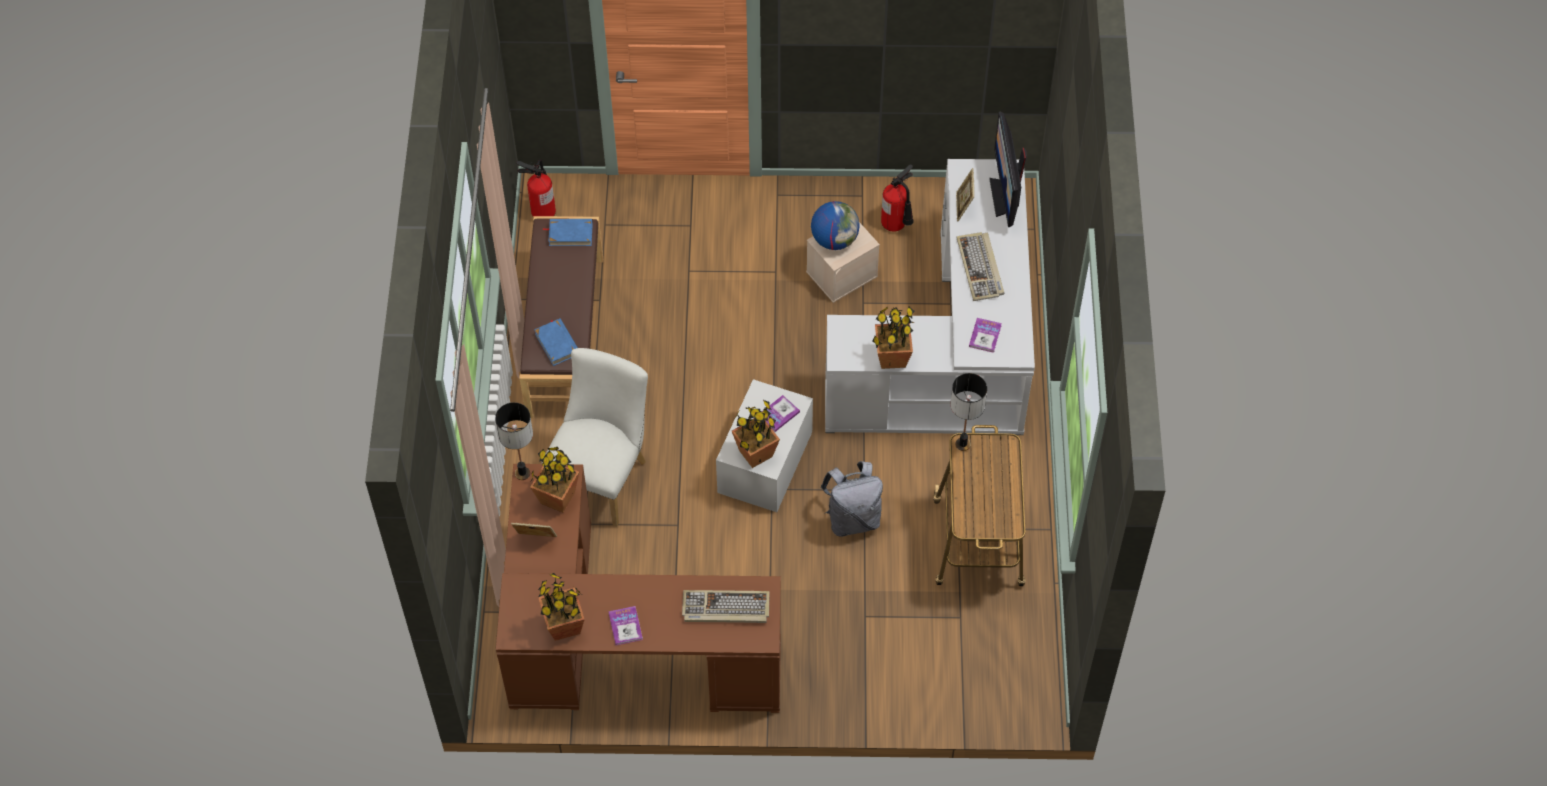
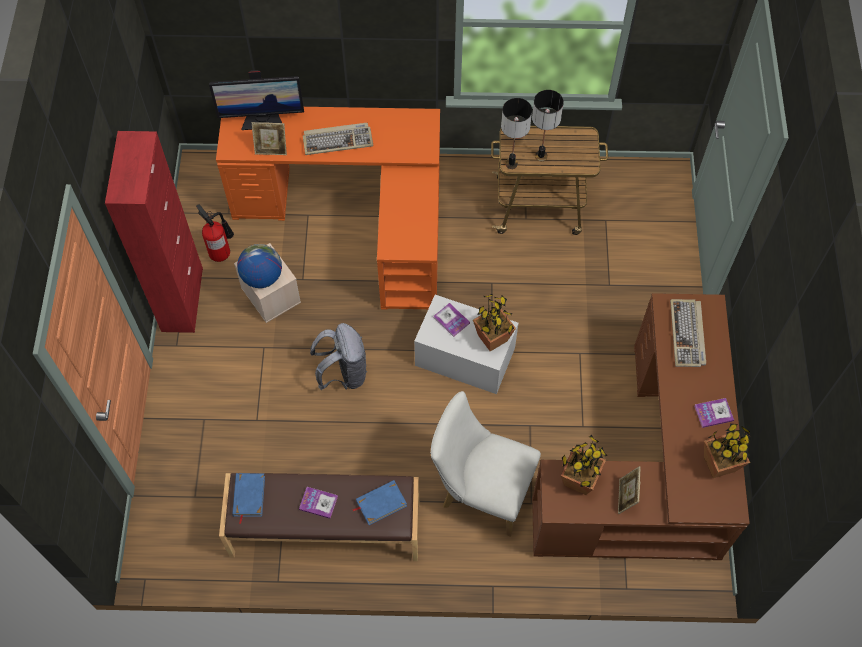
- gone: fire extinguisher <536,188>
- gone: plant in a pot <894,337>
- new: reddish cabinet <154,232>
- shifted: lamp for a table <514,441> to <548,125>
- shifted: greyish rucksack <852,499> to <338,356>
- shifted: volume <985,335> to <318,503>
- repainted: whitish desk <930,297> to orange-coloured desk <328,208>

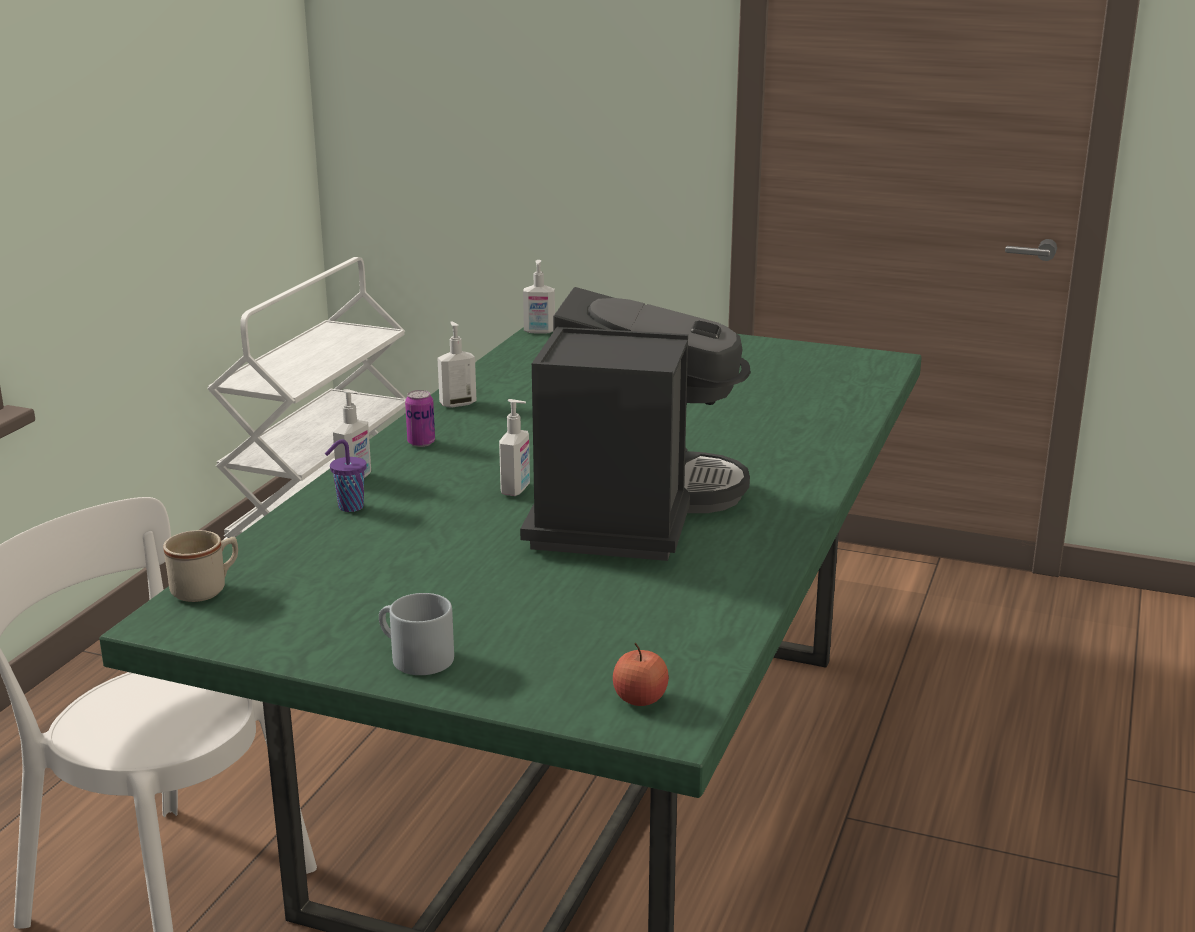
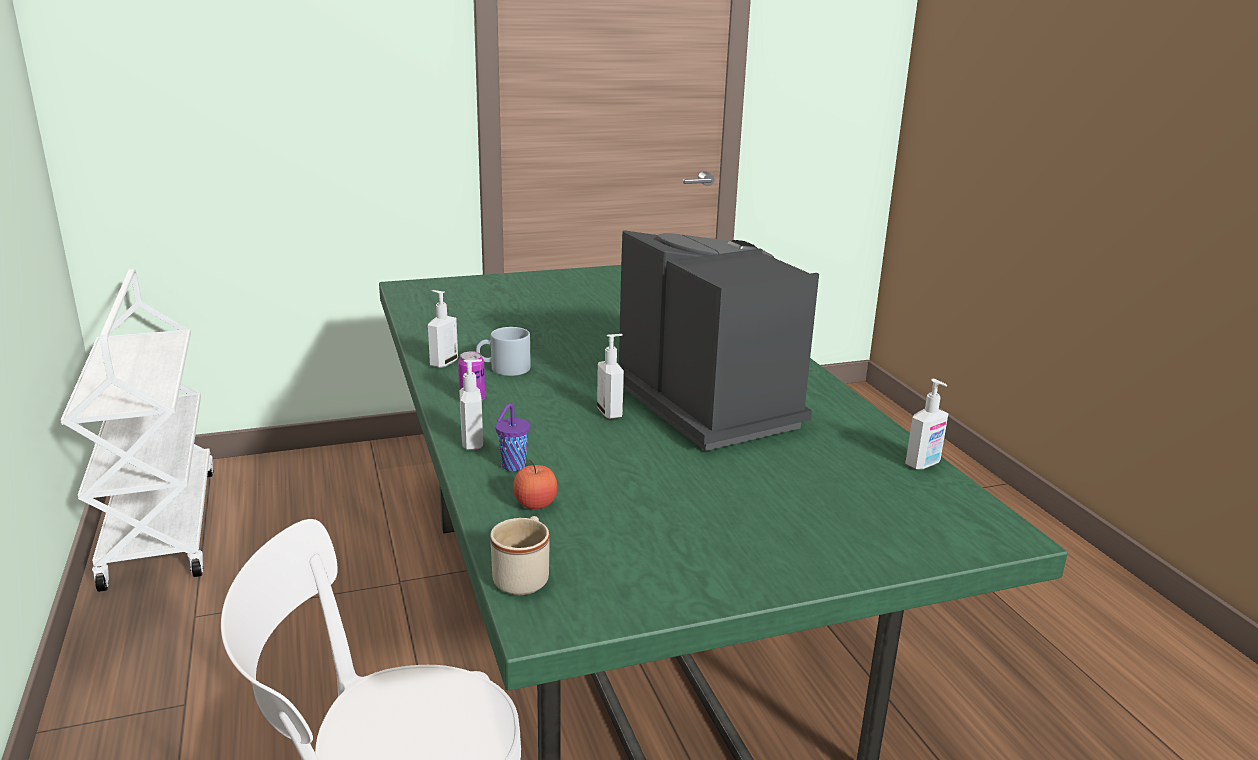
- shifted: greyish mug <416,634> to <503,351>
- shifted: soap bottle <539,297> to <927,424>
- shifted: apple fruit <641,674> to <535,484>

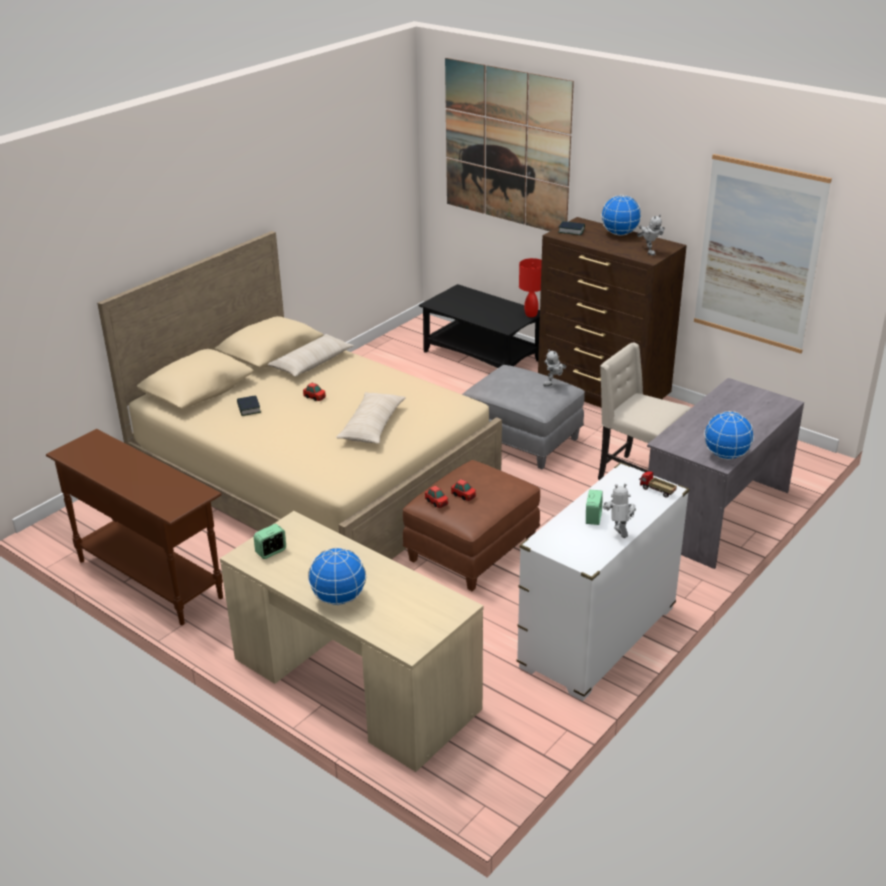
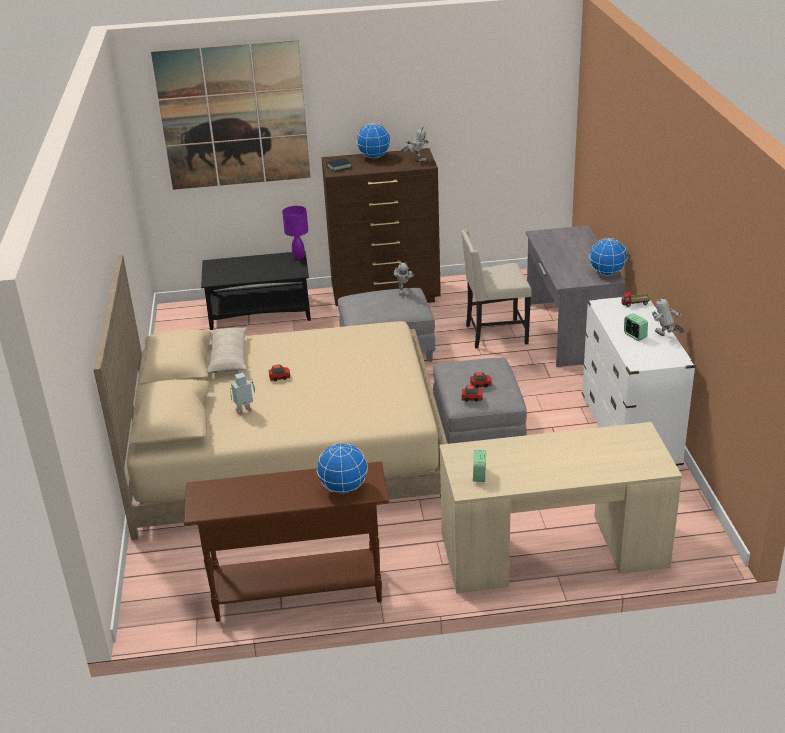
- gone: beige cushion <371,418>
- gone: wall picture <763,253>
- shifted: globe <337,576> to <342,468>
- swapped: volume <249,405> to robot figure <242,393>
- repainted: brown-coloured ottoman <471,525> to greyish ottoman <480,401>
- repainted: reddish lamp for a table <530,287> to purplish lamp for a table <295,232>

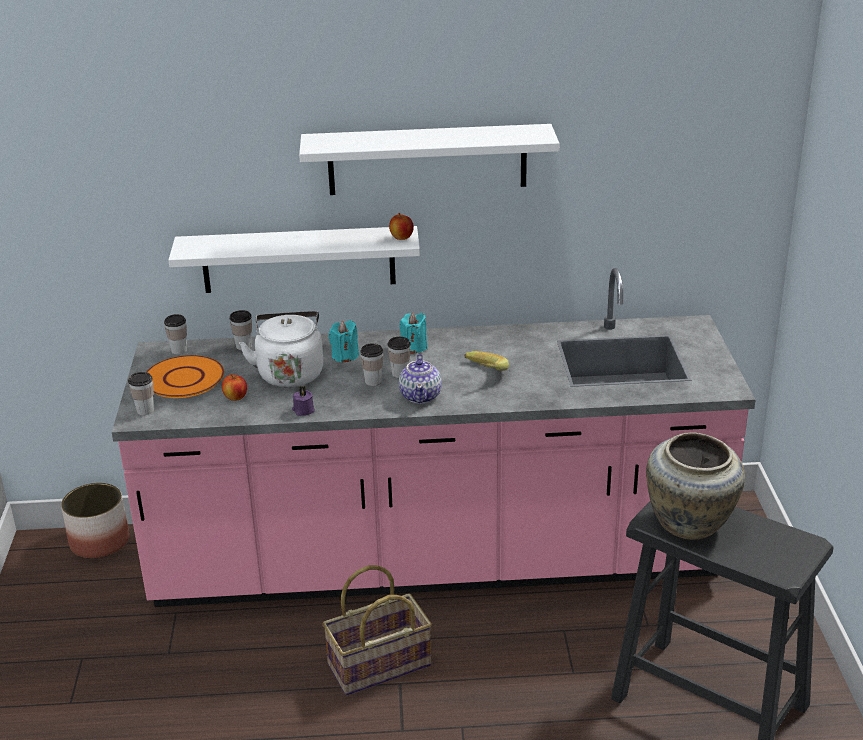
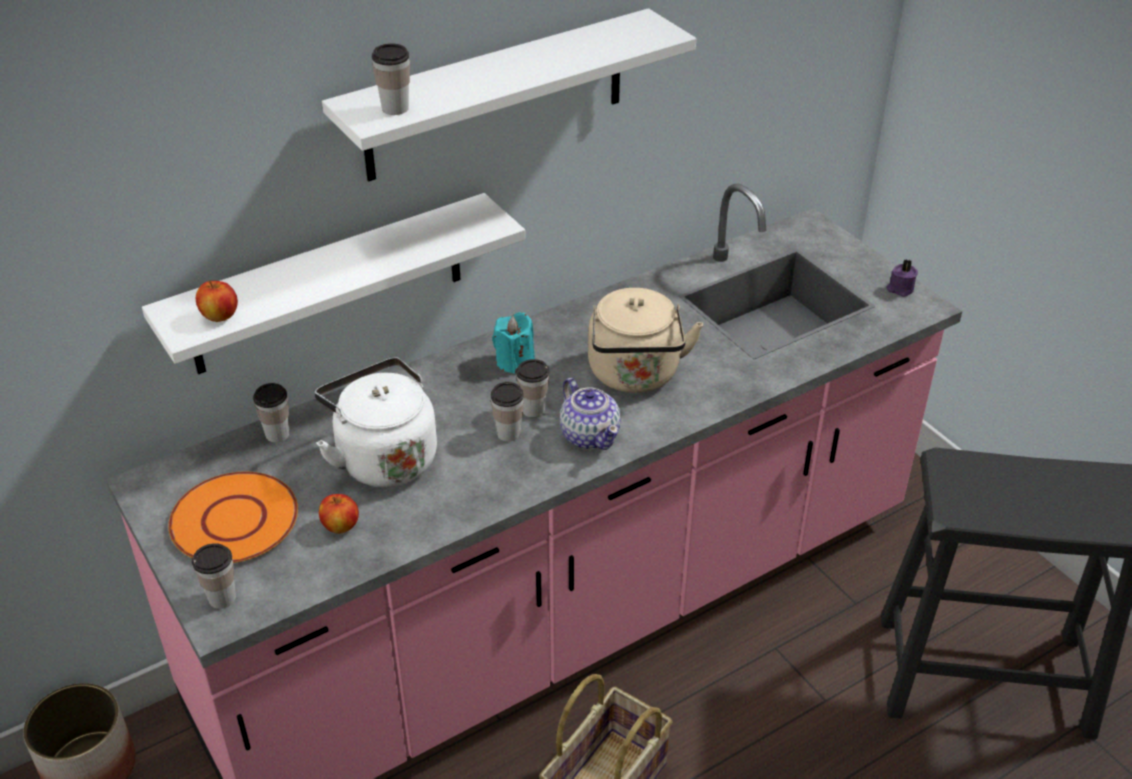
- gone: turquoise candle <344,341>
- gone: beige flower vase <695,486>
- shifted: small cup <175,334> to <391,79>
- shifted: purplish candle <303,401> to <902,278>
- shifted: apple fruit <401,226> to <217,301>
- swapped: whole banana <486,361> to beige tea kettle <645,340>

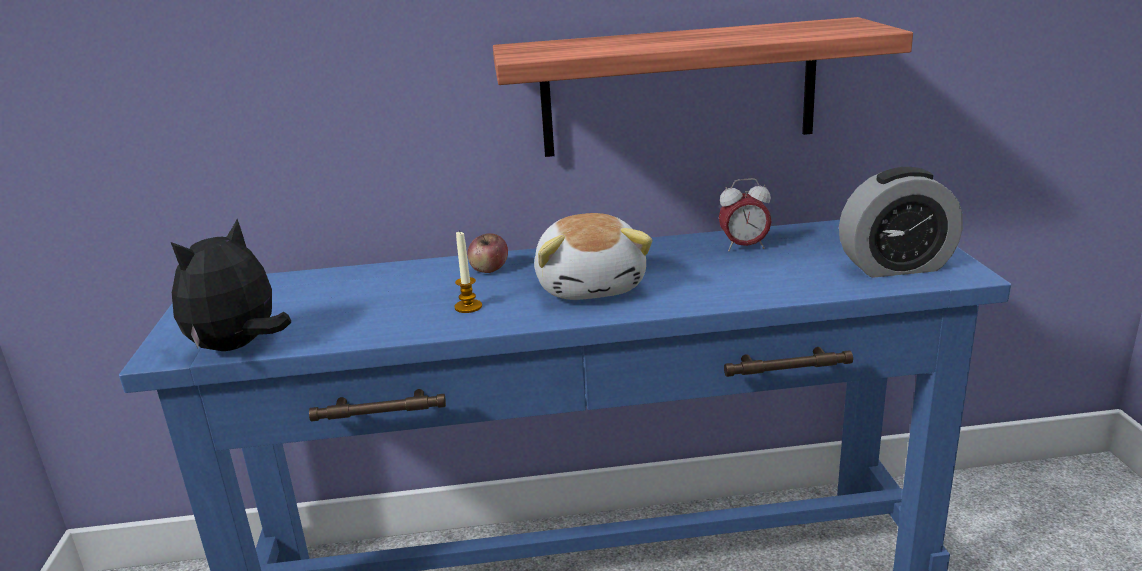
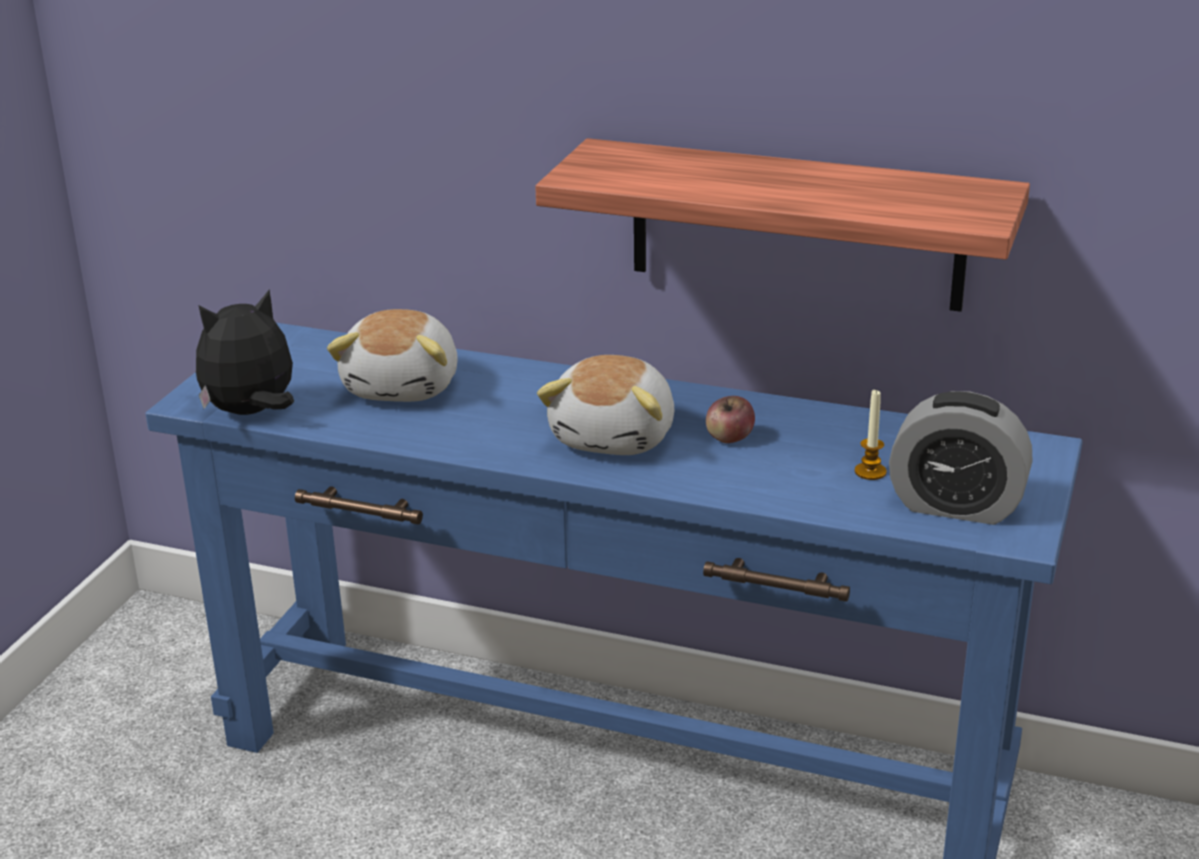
- gone: table clock <745,215>
- new: cuddly toy <392,355>
- shifted: candle <468,271> to <871,434>
- shifted: apple fruit <487,253> to <730,419>

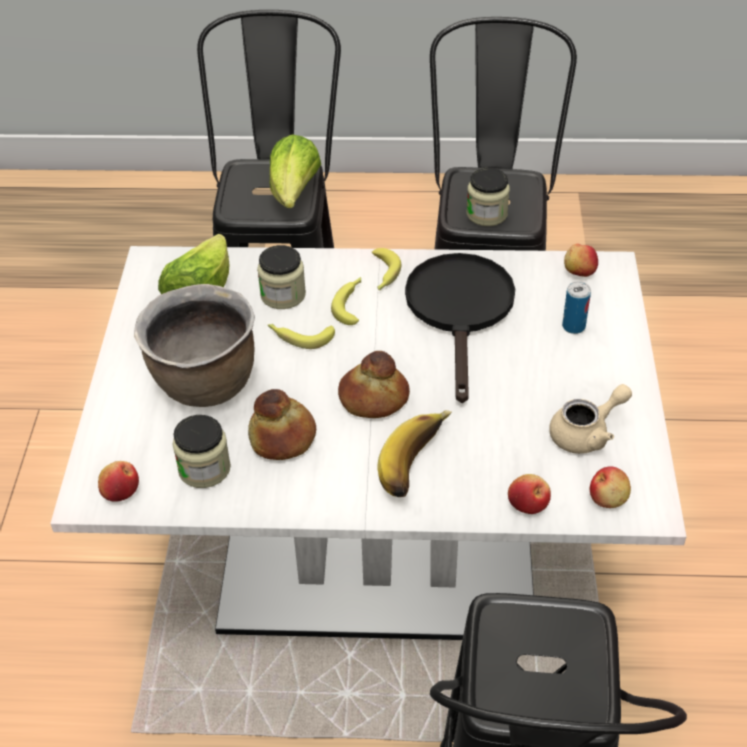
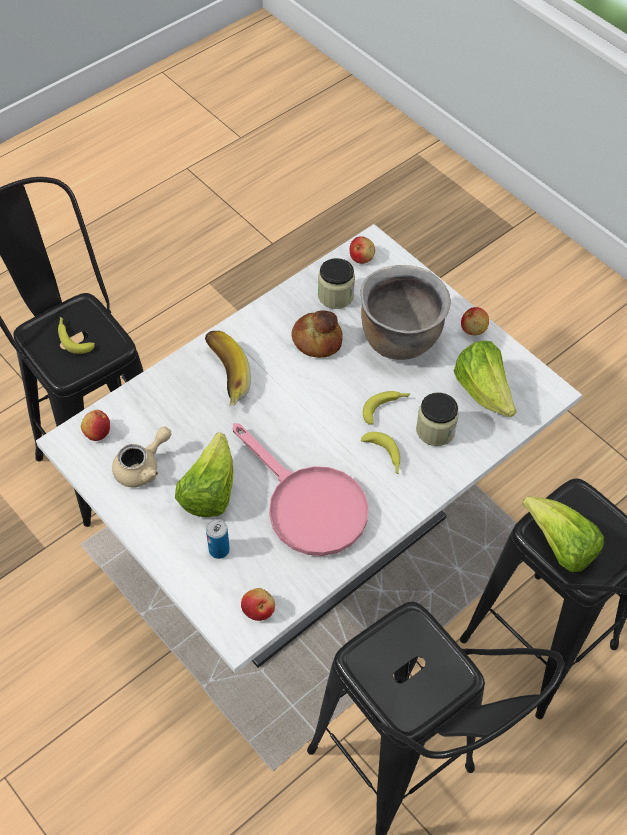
- gone: bakery bread <374,384>
- gone: storage jar <488,197>
- new: lettuce <204,474>
- shifted: whole banana <386,269> to <76,335>
- shifted: apple fruit <529,494> to <475,321>
- repainted: black skillet <460,328> to pink-coloured skillet <300,489>
- rotated: beige teapot <590,419> = <141,457> 150 degrees counterclockwise

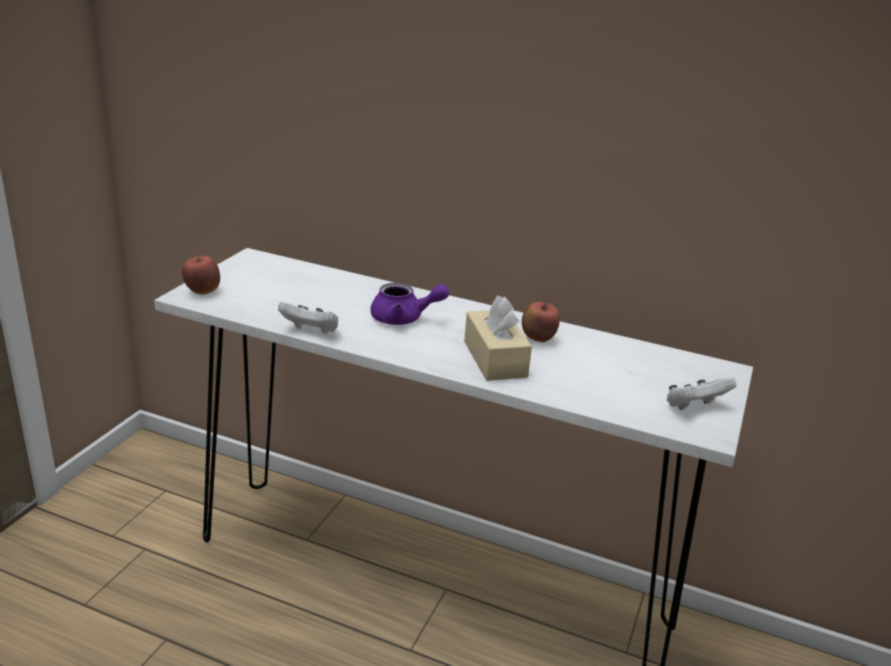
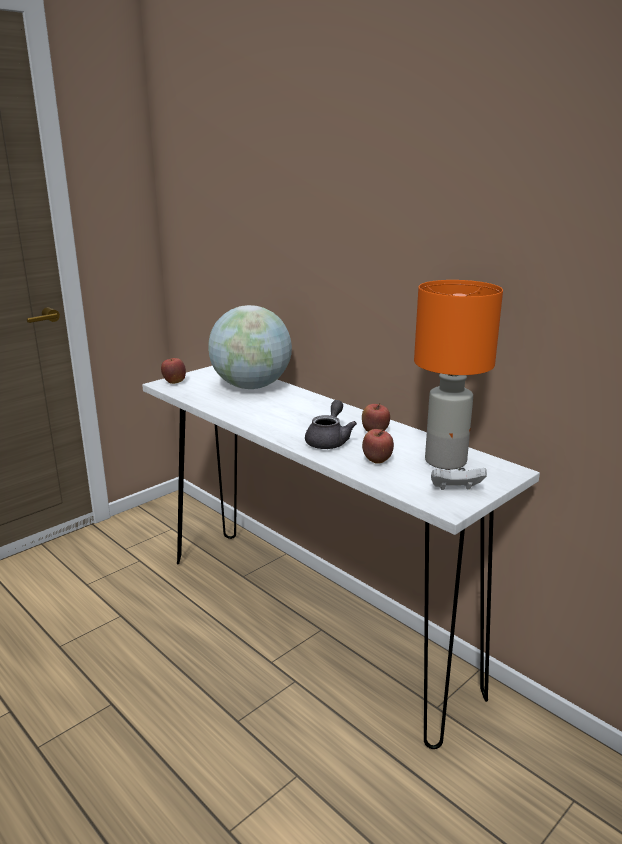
- gone: whitish gamepad <308,318>
- gone: purplish teapot <409,304>
- new: globe <250,347>
- new: apple fruit <378,446>
- new: orange-coloured lamp for a table <458,375>
- swapped: beige tissue box <498,338> to greyish teapot <331,424>

